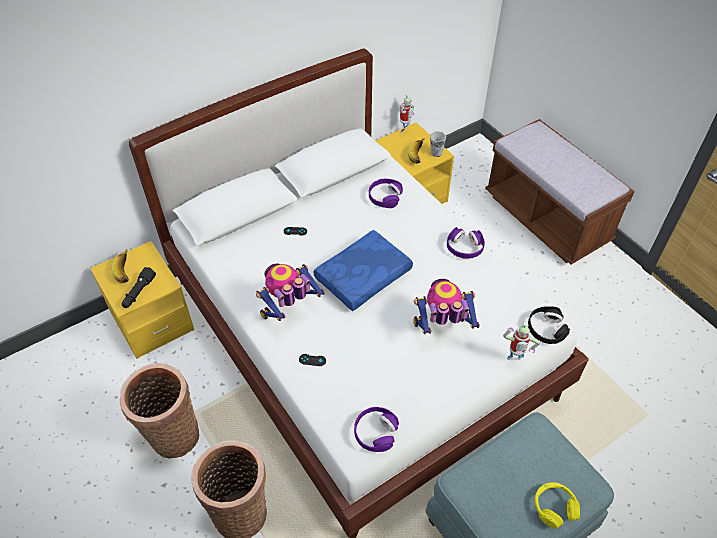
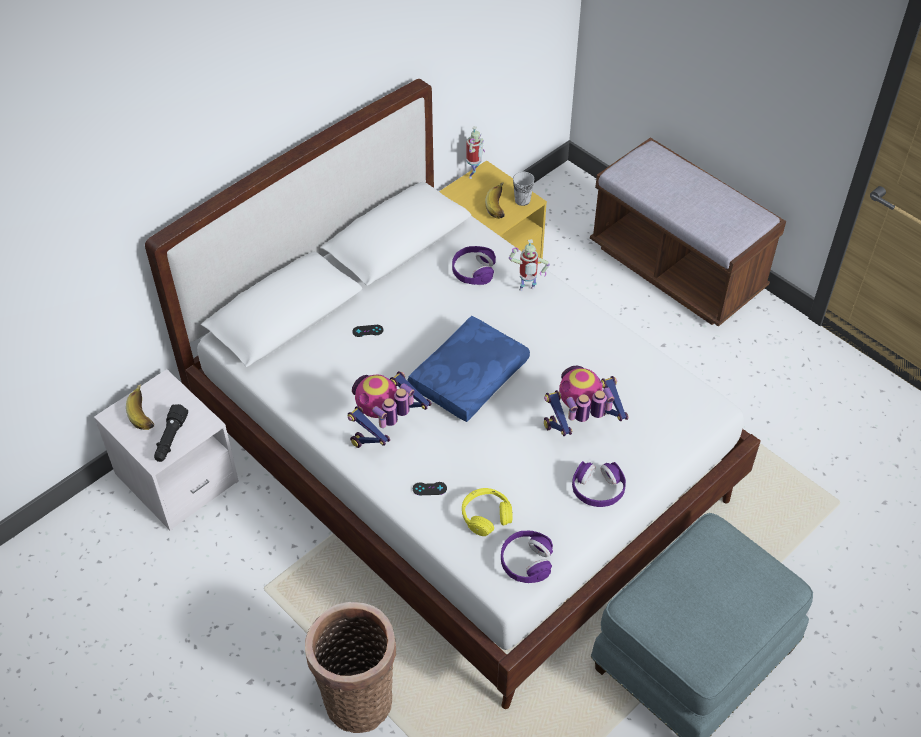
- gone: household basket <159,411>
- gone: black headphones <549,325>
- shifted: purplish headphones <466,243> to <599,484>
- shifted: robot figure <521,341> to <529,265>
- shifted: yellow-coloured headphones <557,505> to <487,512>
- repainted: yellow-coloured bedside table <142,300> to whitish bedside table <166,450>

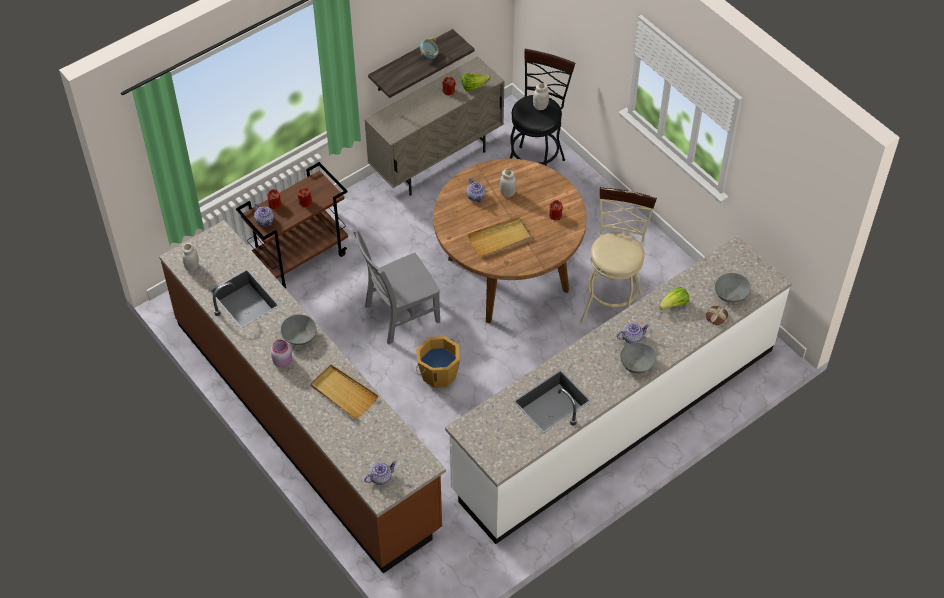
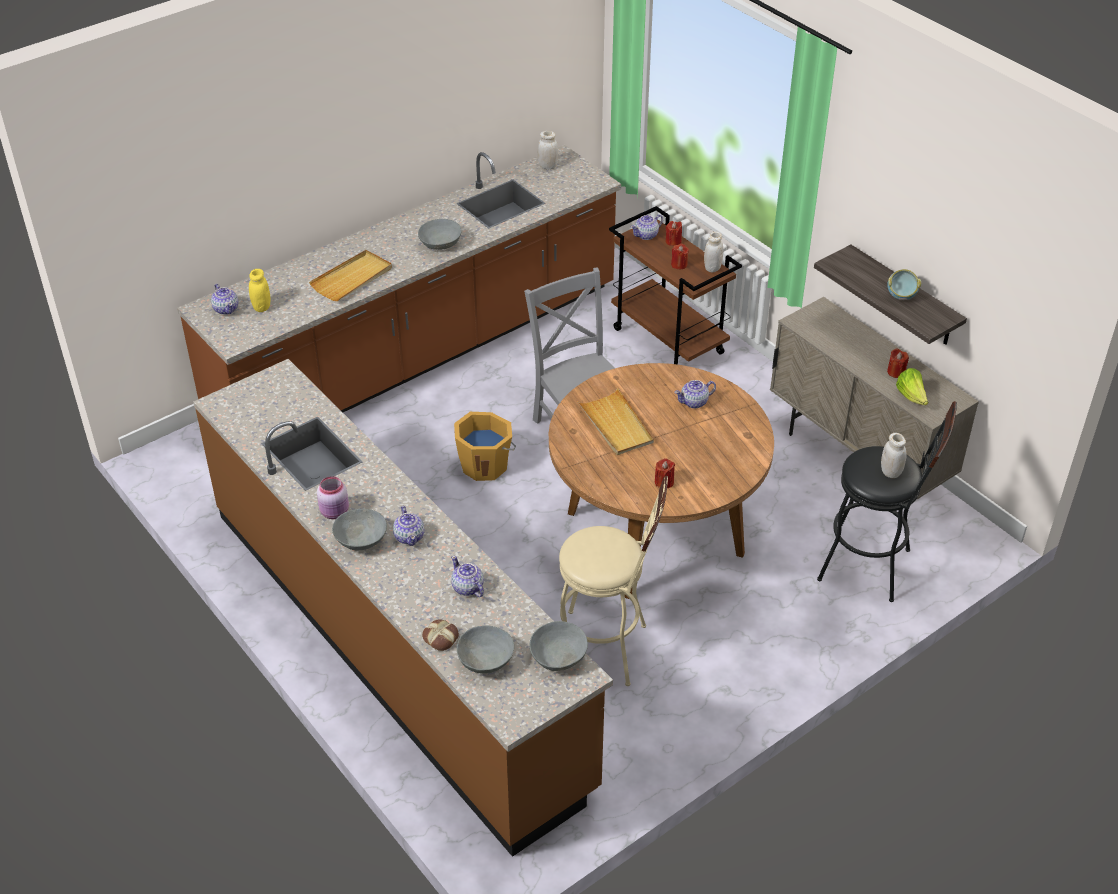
- new: yellow-coloured storage jar <259,290>
- new: greyish deep dish <559,646>
- shifted: pink-coloured storage jar <281,353> to <333,497>
- shifted: whitish storage jar <508,183> to <713,251>
- swapped: lettuce <674,298> to teapot <467,576>
- repainted: whitish counter <618,390> to brown-coloured counter <403,608>

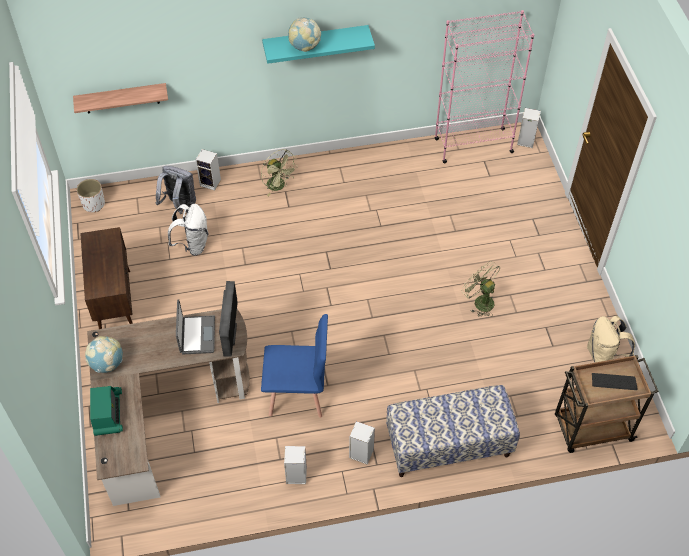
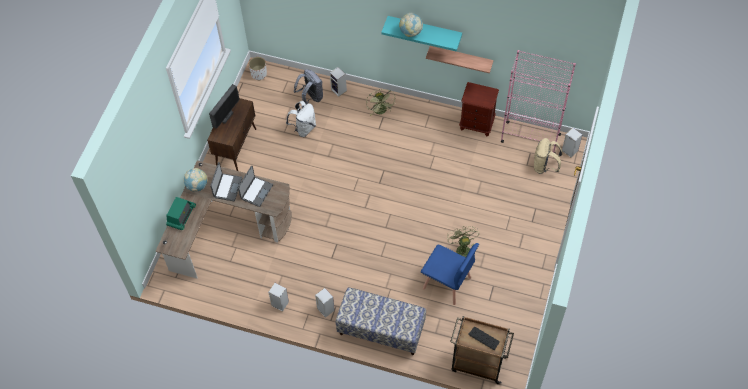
- new: portable computer <226,181>
- new: brown-coloured bedside table <479,109>
- shifted: shelf <120,98> to <460,59>
- shifted: computer screen <228,319> to <224,106>
- shifted: bluish upright chair <294,366> to <450,274>
- shifted: beige rucksack <611,339> to <548,156>

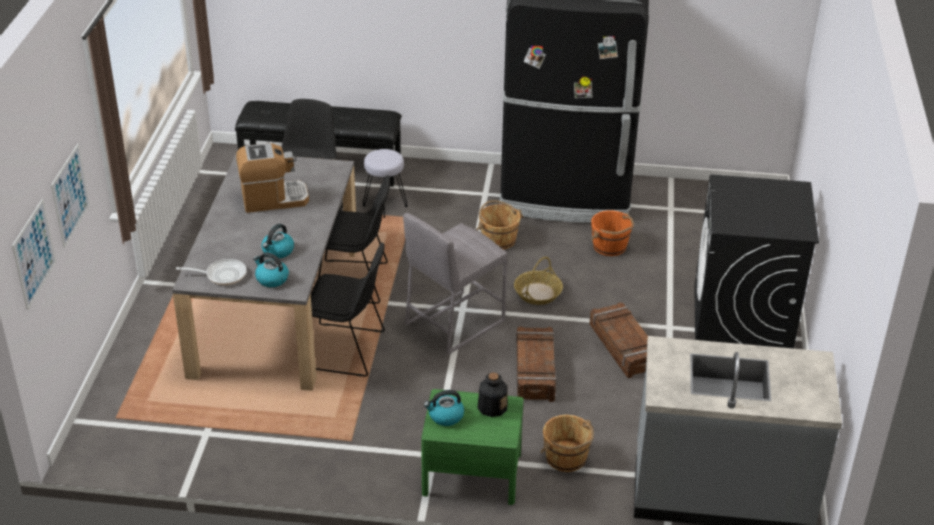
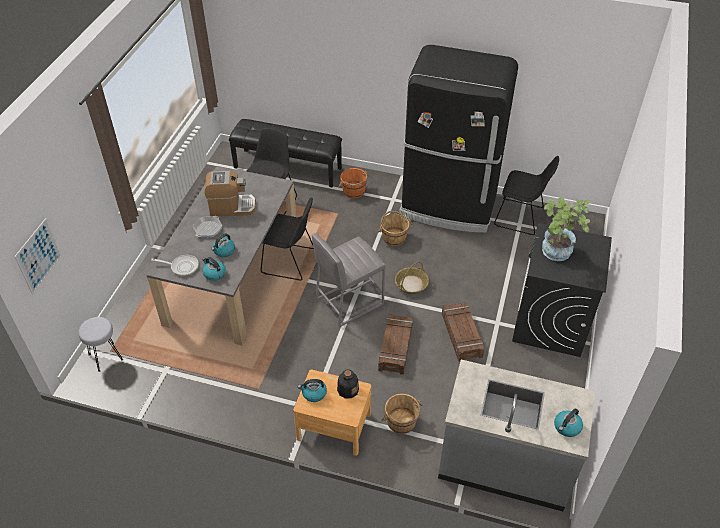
- gone: wall picture <70,196>
- new: skillet <207,226>
- new: plant in a pot <566,229>
- new: tea kettle <568,422>
- shifted: black upright chair <348,310> to <526,195>
- shifted: greyish stool <385,183> to <100,344>
- shifted: orange-coloured bucket <612,233> to <353,183>
- repainted: green-coloured bedside table <472,447> to brown-coloured bedside table <332,412>

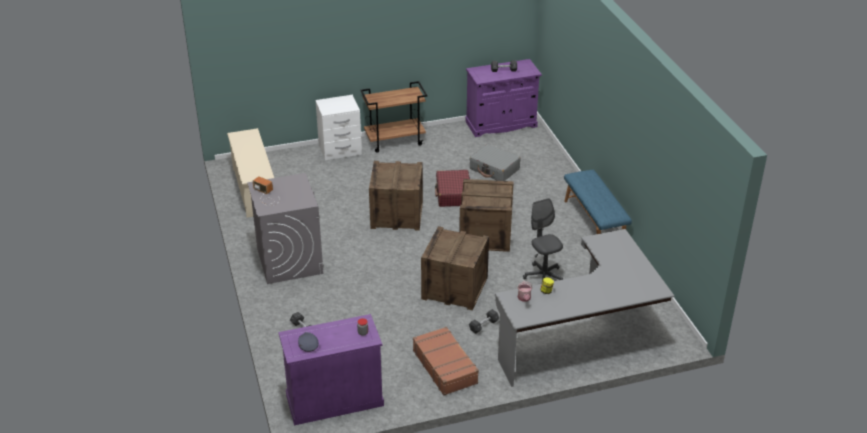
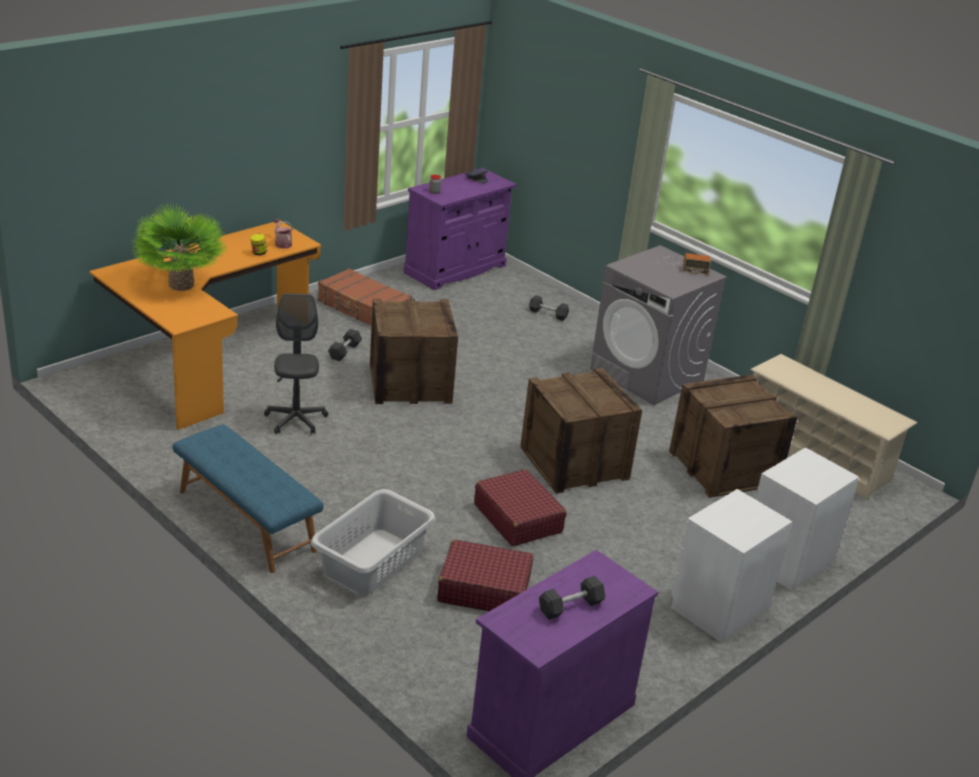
- new: plant in a pot <179,246>
- new: greyish hamper <373,542>
- shifted: crate <486,215> to <733,436>
- swapped: brown-coloured wheeled cart <394,117> to whitish bedside table <732,566>
- repainted: greyish suitcase <494,162> to reddish suitcase <485,575>
- repainted: greyish desk <584,308> to orange-coloured desk <205,325>
- rotated: greyish office chair <543,239> = <296,363> 135 degrees counterclockwise

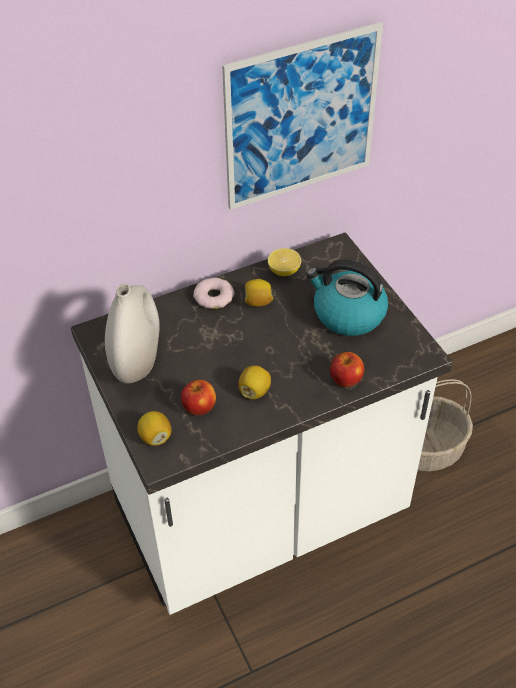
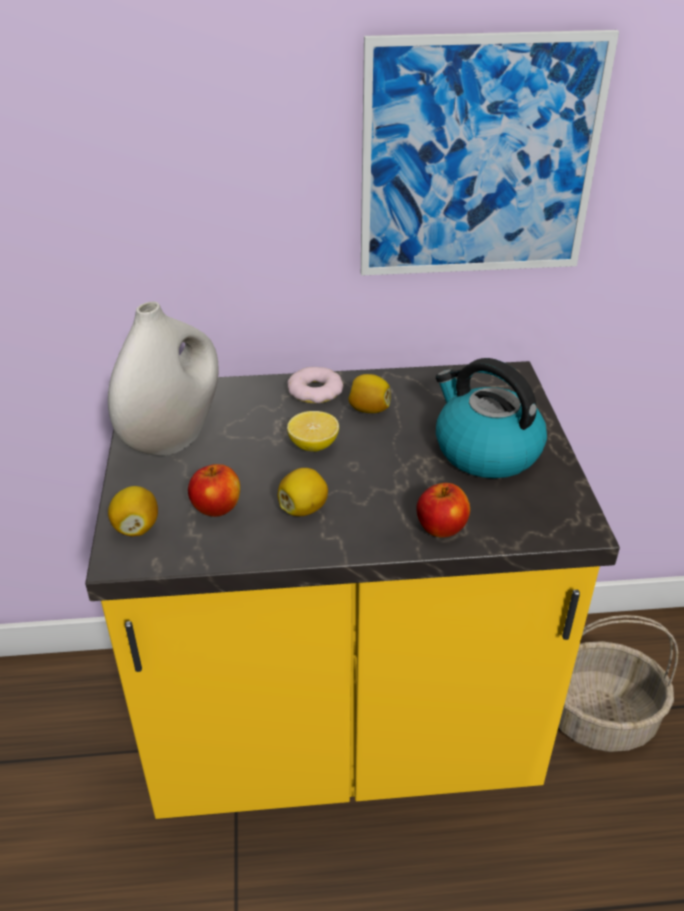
- shifted: whole lemon <284,262> to <313,431>
- repainted: whitish counter <262,424> to yellow-coloured counter <352,590>

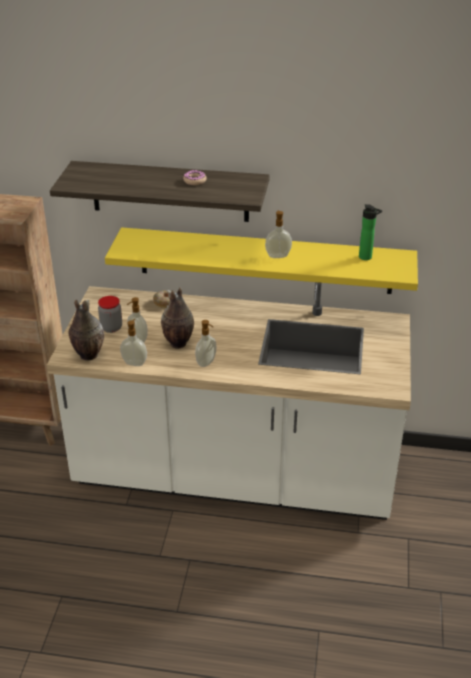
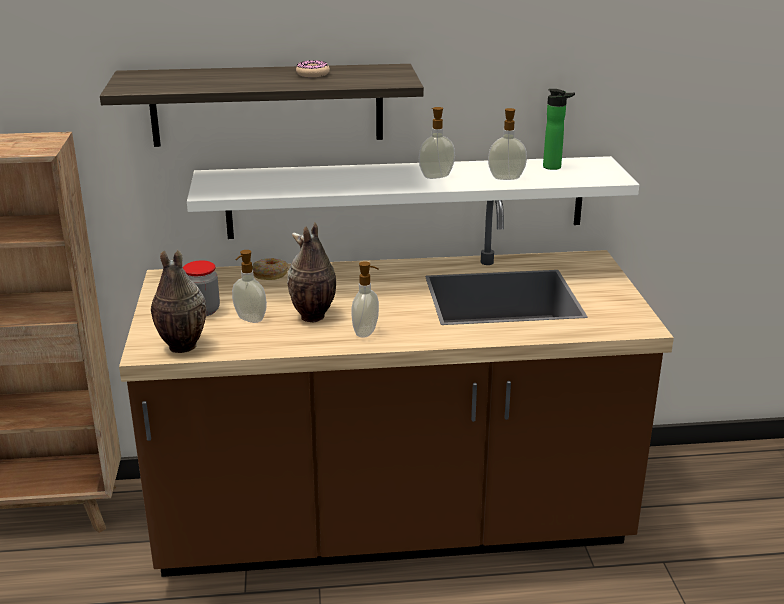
- shifted: soap bottle <133,342> to <507,144>
- repainted: whitish counter <229,401> to brown-coloured counter <396,388>
- repainted: yellow-coloured shelf <261,260> to whitish shelf <413,197>

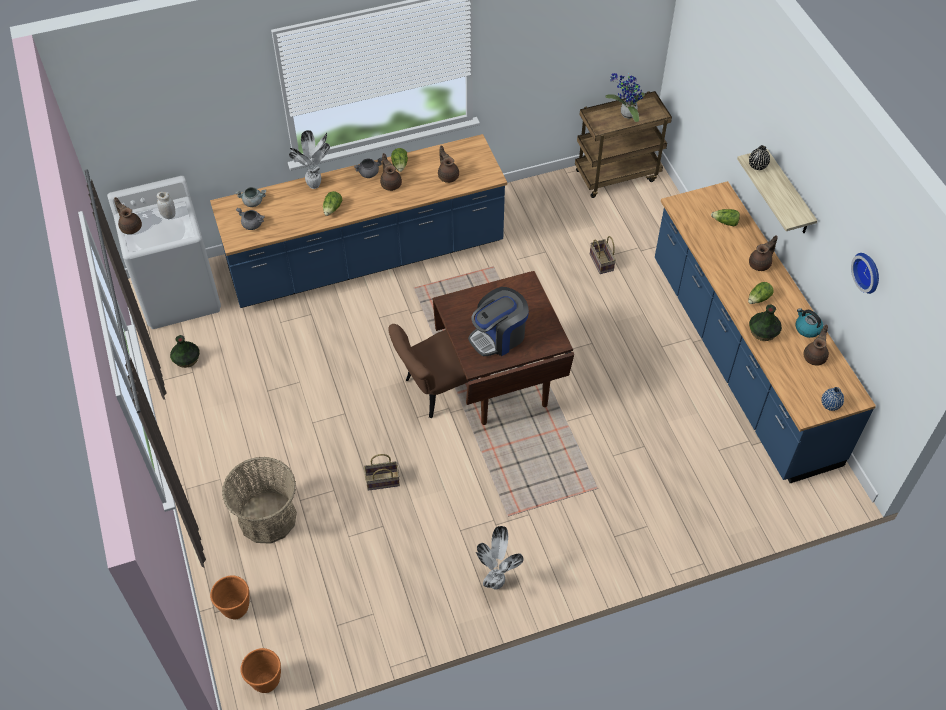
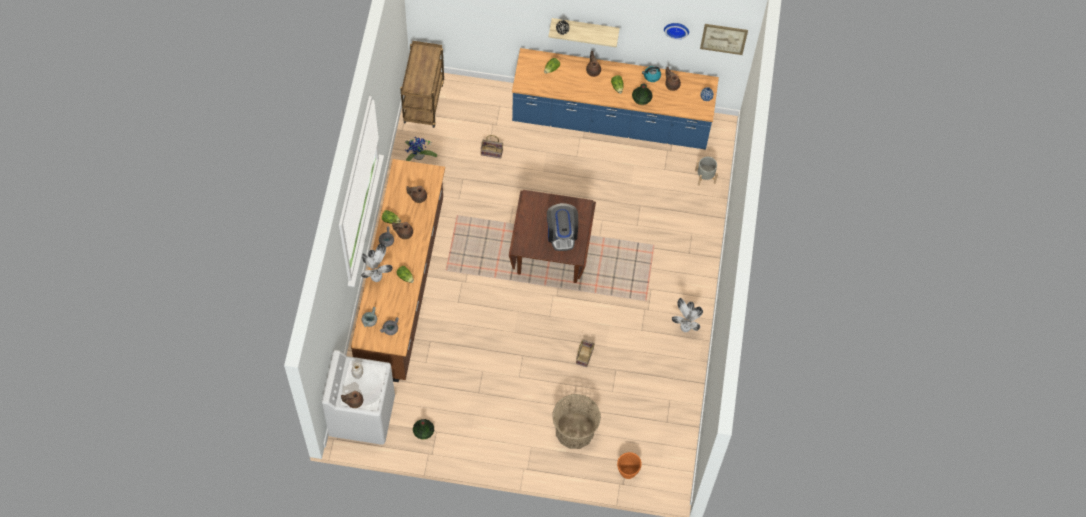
- gone: orange-coloured flower pot <260,670>
- gone: brown-coloured upright chair <433,371>
- new: greyish flower pot <706,171>
- new: wall picture <724,39>
- shifted: plant in a pot <625,97> to <421,149>
- repainted: bluish counter <358,221> to brown-coloured counter <398,270>

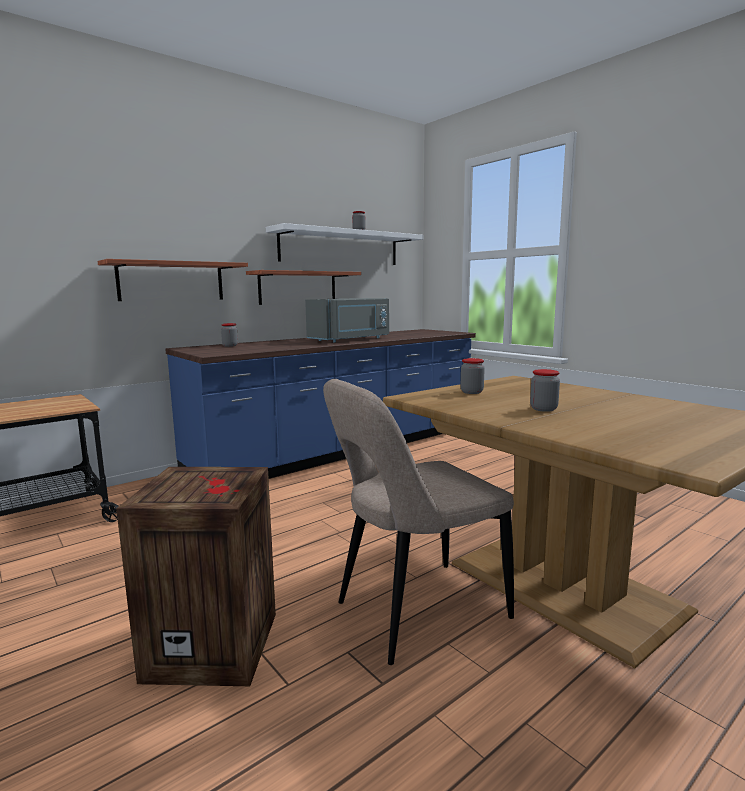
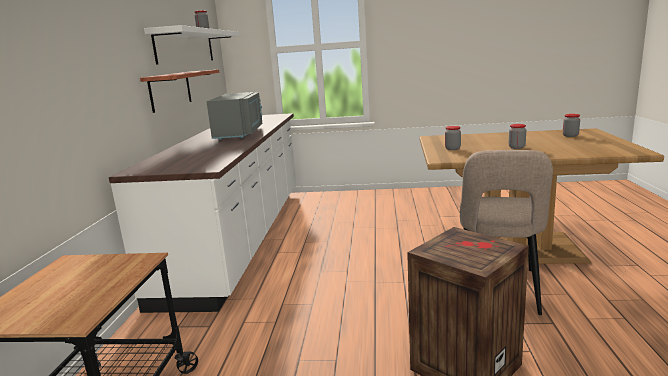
- gone: shelf <172,280>
- shifted: storage jar <229,335> to <571,125>
- repainted: bluish counter <320,404> to whitish counter <202,213>

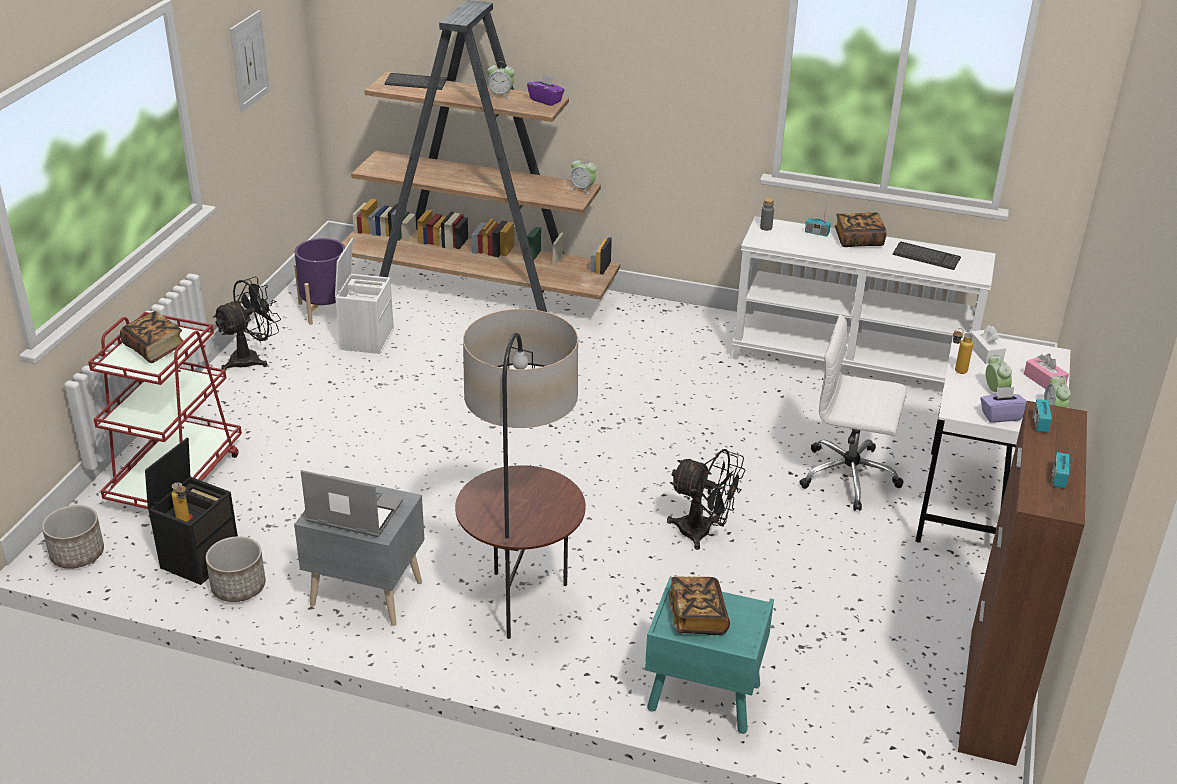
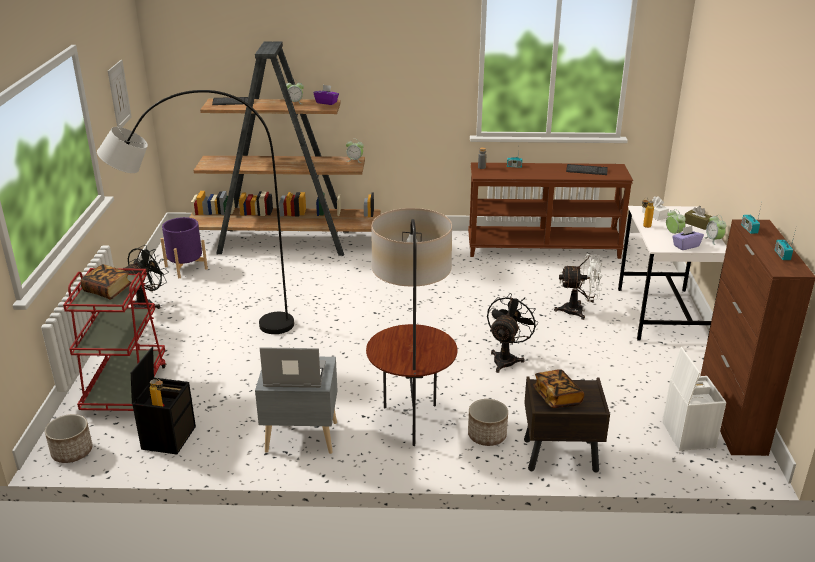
- gone: volume <861,230>
- new: black standard lamp <195,212>
- shifted: flower pot <236,569> to <488,422>
- shifted: whitish storage box <364,296> to <694,399>
- swapped: whitish office chair <853,412> to whitish electric fan <578,287>
- repainted: turquoise bedside table <709,655> to brown-coloured bedside table <567,424>
- repainted: whitish console table <864,299> to brown-coloured console table <550,211>
- repainted: pink-coloured tissue box <1046,371> to brown-coloured tissue box <699,218>
- rotated: black electric fan <706,499> = <513,333> 75 degrees counterclockwise

